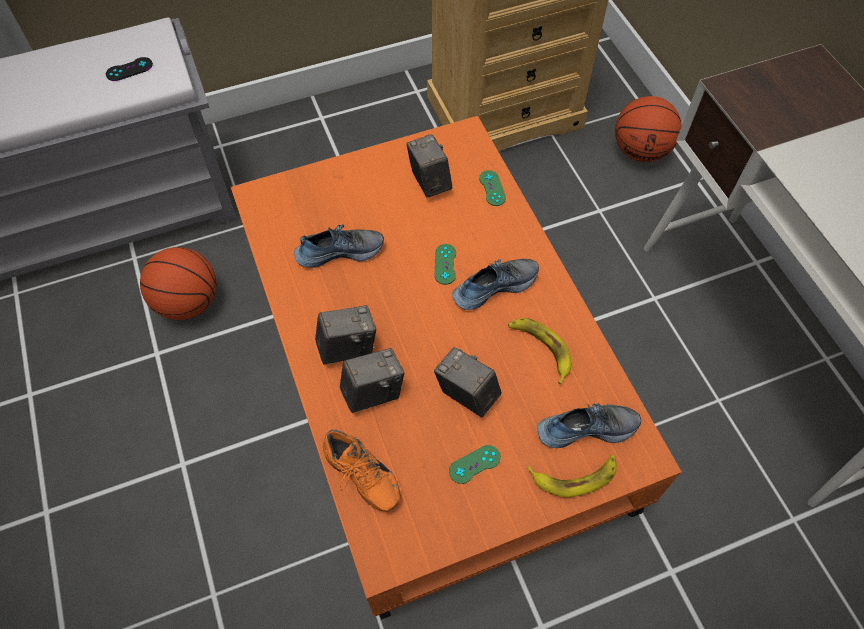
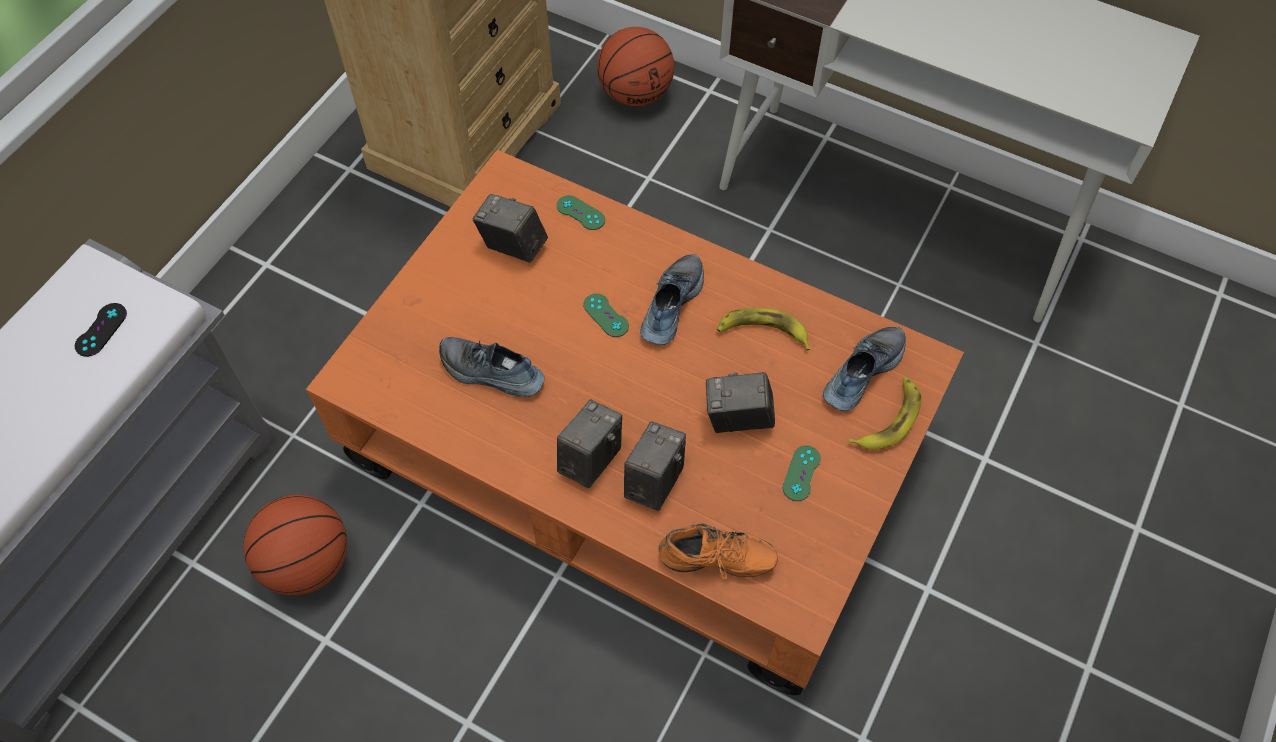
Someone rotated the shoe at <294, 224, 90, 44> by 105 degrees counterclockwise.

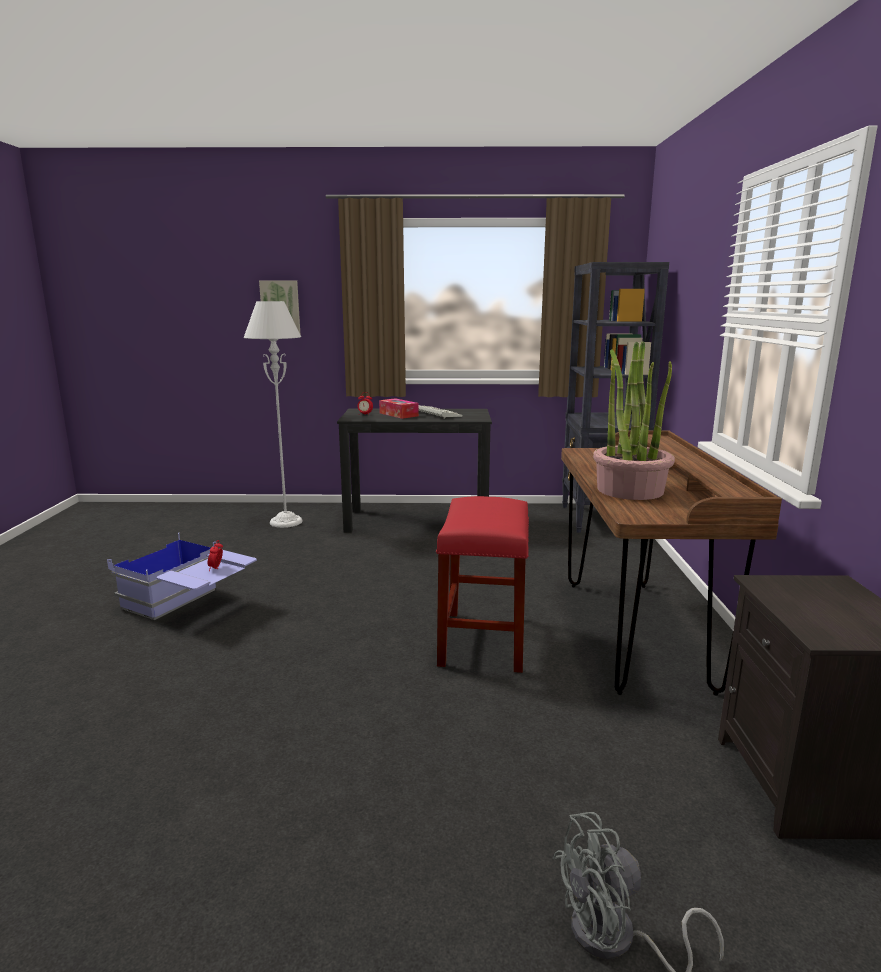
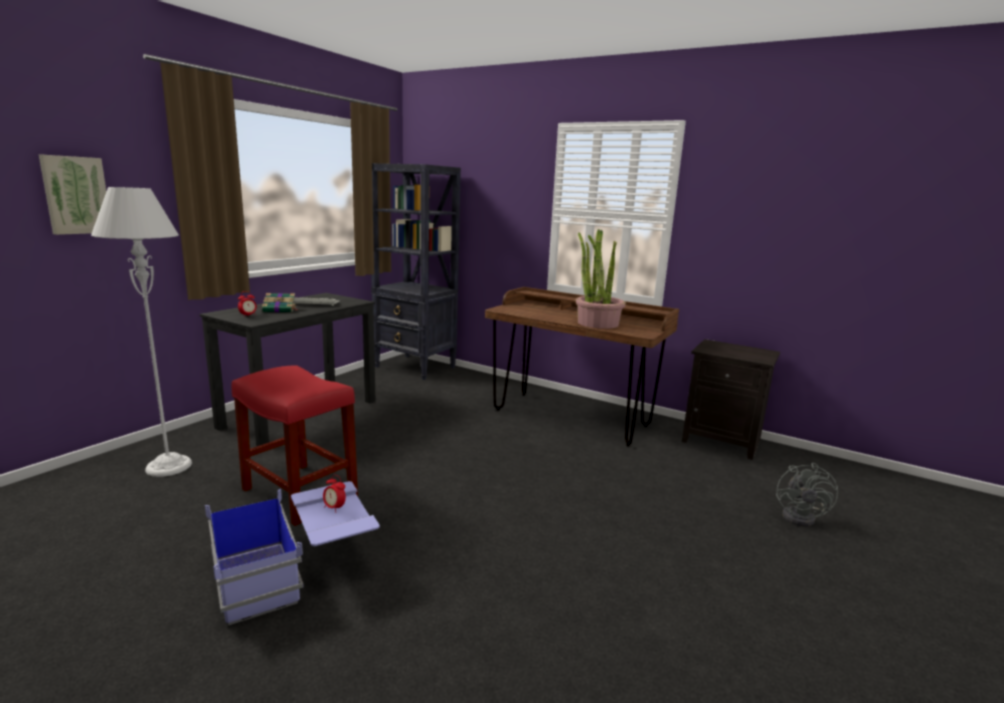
Someone swapped the tissue box at <379, 398, 40, 21> for the book at <262, 293, 37, 19>.
Someone carried the stool (red) from <436, 496, 93, 177> to <231, 365, 127, 161>.

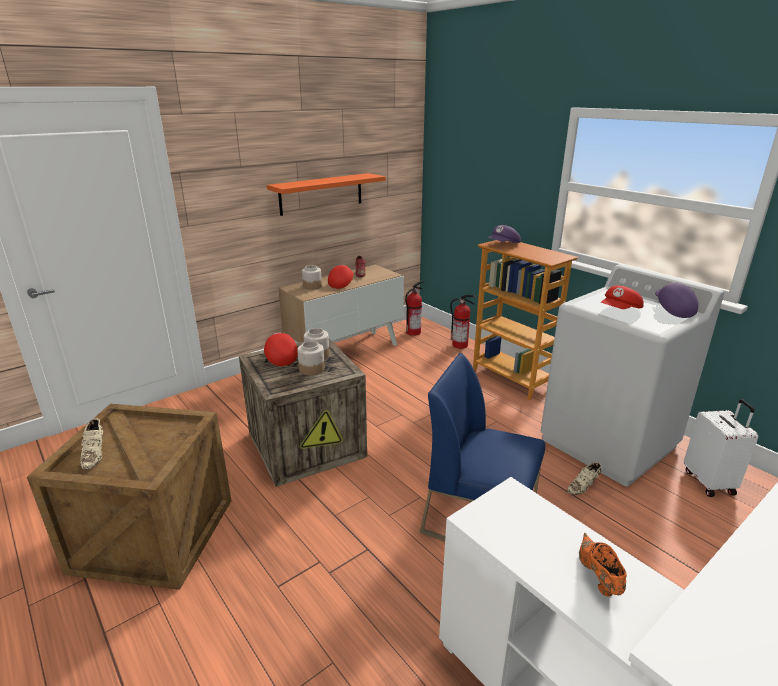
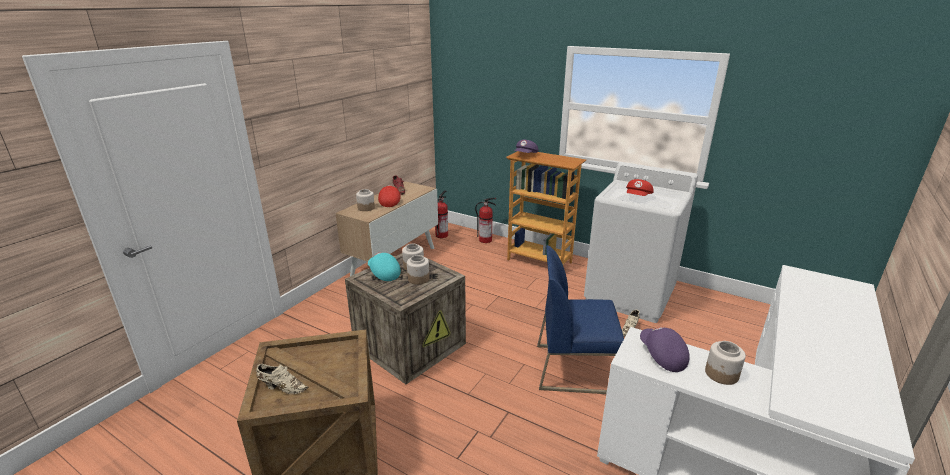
Someone took away the shelf (orange) at <267, 173, 119, 43>.
Someone carried the cap (purple) from <655, 282, 43, 36> to <640, 327, 50, 45>.
Someone repainted the cap (red) at <264, 332, 34, 34>, which became the cap (turquoise) at <368, 252, 33, 29>.
Someone took away the suitcase (white) at <684, 399, 74, 98>.
Someone rotated the shoe (beige) at <80, 418, 23, 52> by 45 degrees counterclockwise.
Someone swapped the shoe (orange) at <579, 533, 48, 64> for the jar at <705, 341, 41, 44>.

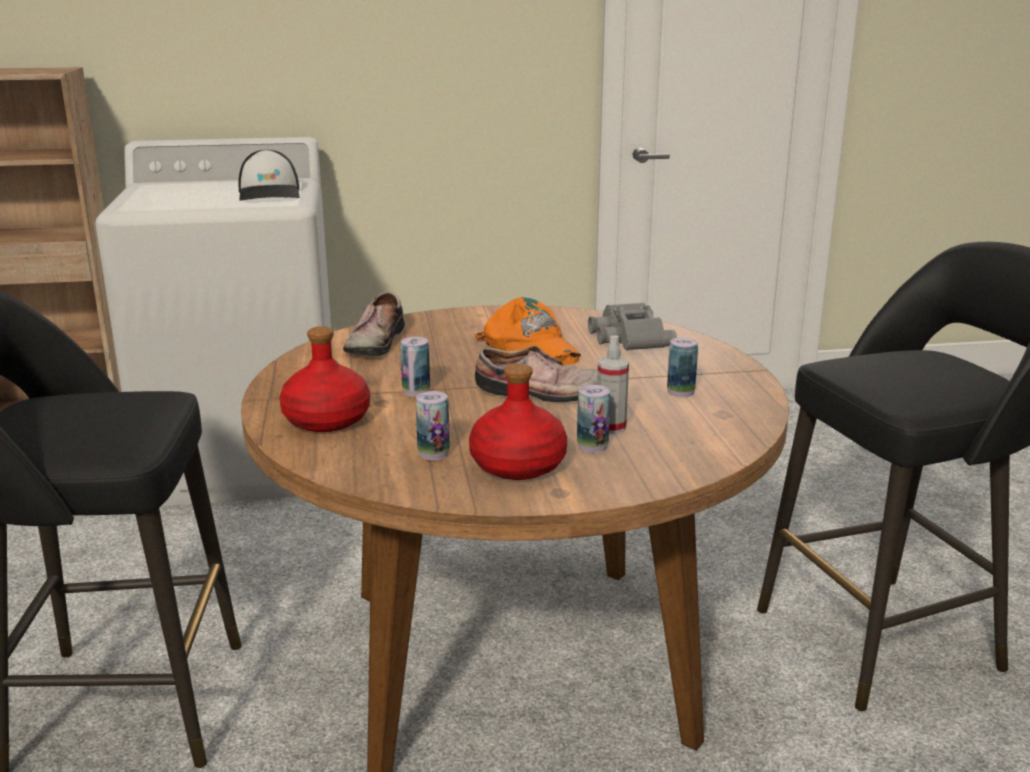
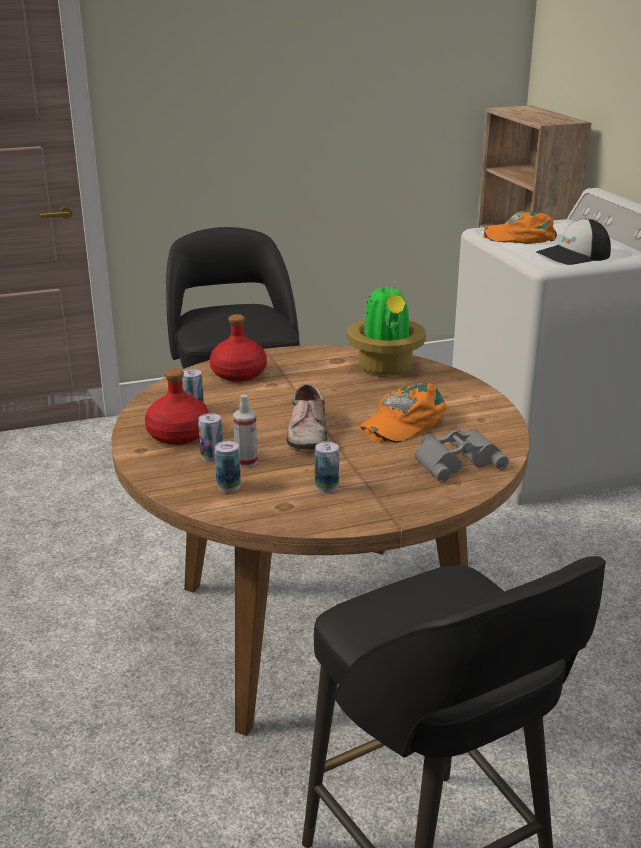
Someone swapped the shoe at <343, 292, 62, 64> for the potted plant at <347, 281, 79, 94>.
Someone carried the can from <400, 337, 30, 60> to <215, 441, 26, 52>.
Someone put down the cap (orange) at <483, 211, 74, 33>.

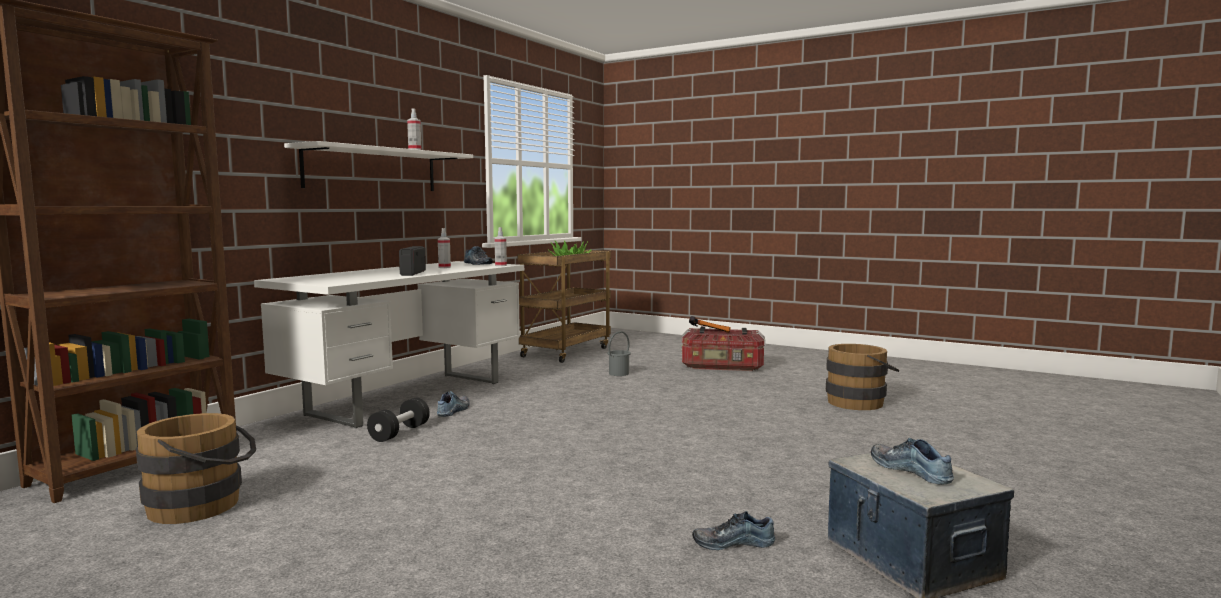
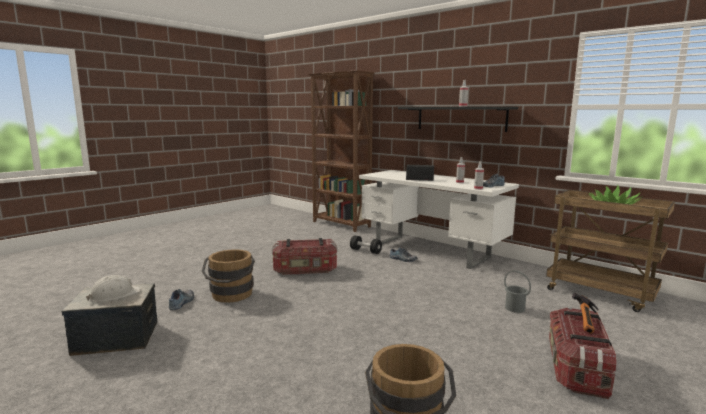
Someone repainted the shelf (white) at <284, 141, 189, 50>, which became the shelf (black) at <398, 106, 120, 26>.
Someone carried the bucket (brown) from <136, 413, 120, 111> to <202, 249, 53, 54>.
Someone swapped the shoe at <871, 438, 83, 47> for the hard hat (white) at <86, 275, 55, 27>.
Someone put down the storage box at <272, 238, 65, 37>.

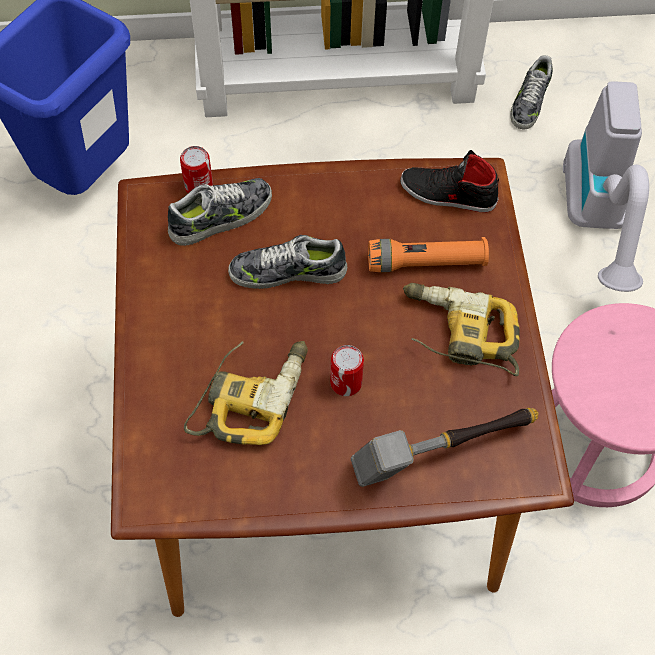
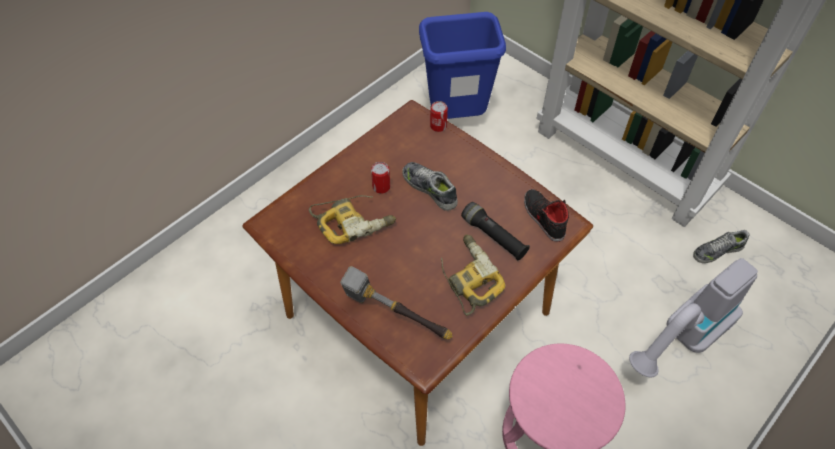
Someone took away the shoe at <168, 178, 104, 68>.
Someone repainted the flashlight (orange) at <368, 237, 121, 35>, which became the flashlight (black) at <461, 202, 69, 58>.
Someone carried the can from <330, 345, 34, 51> to <371, 162, 19, 32>.

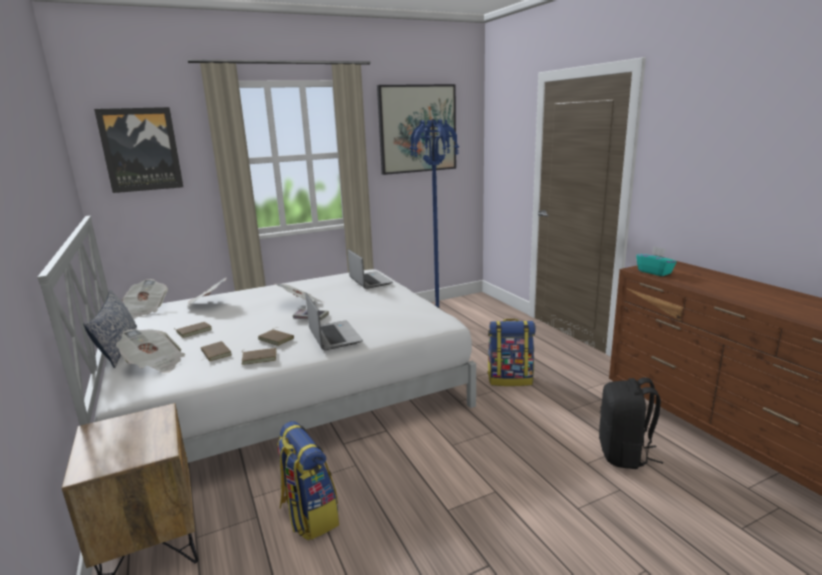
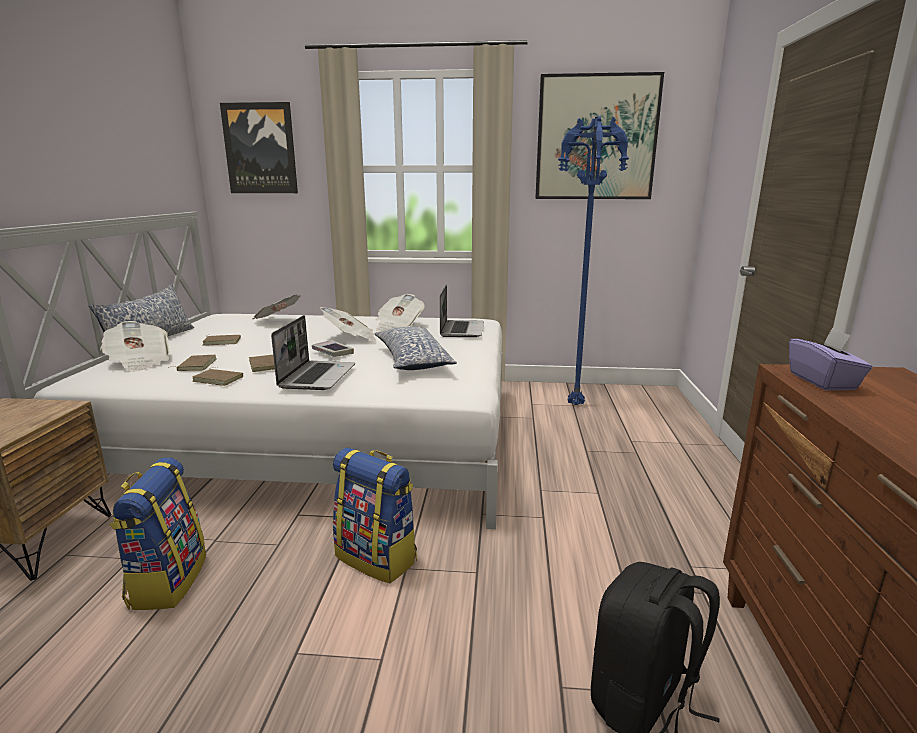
Someone repainted the tissue box (turquoise) at <636, 246, 41, 30>, which became the tissue box (purple) at <789, 328, 83, 63>.
Someone carried the newspaper from <122, 279, 46, 39> to <376, 294, 49, 38>.
Someone carried the backpack from <487, 319, 49, 67> to <333, 448, 84, 135>.
Someone put down the pillow at <374, 327, 83, 43>.

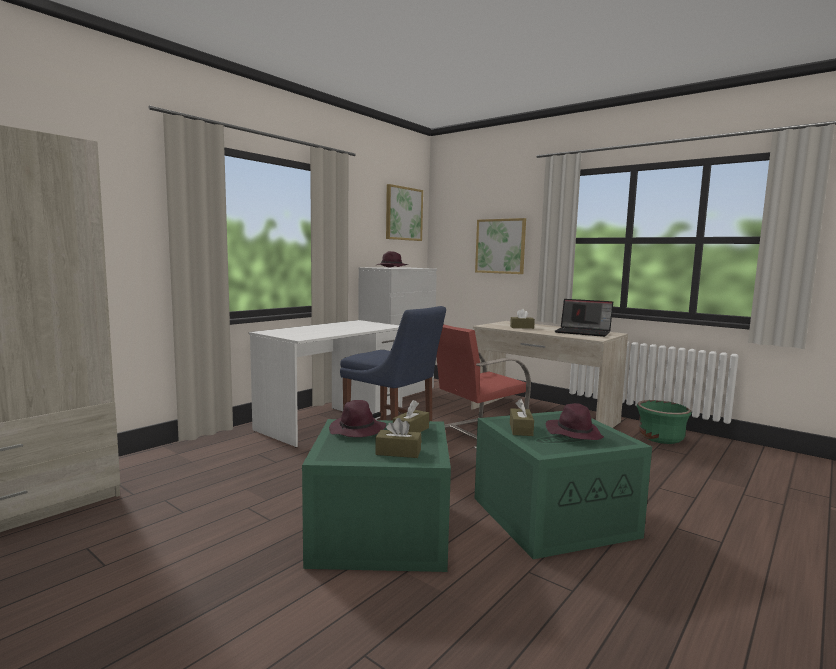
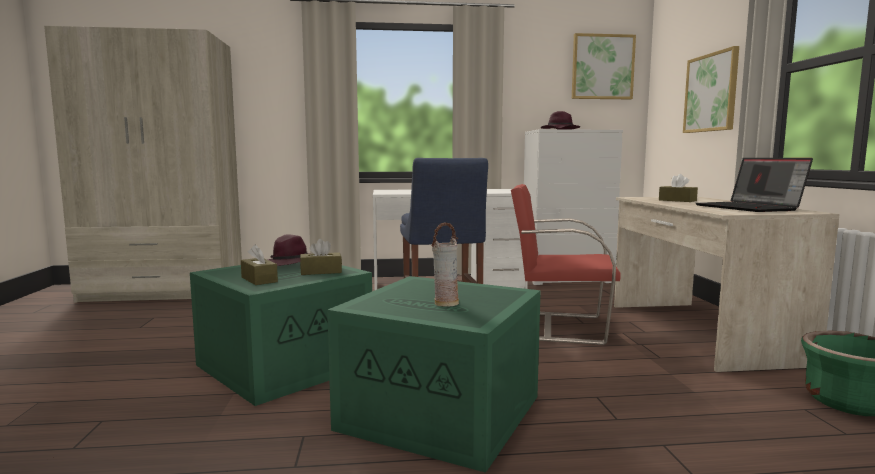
Someone took away the tissue box (brown) at <510, 399, 24, 37>.
Someone swapped the hat (purple) at <546, 403, 58, 37> for the vase at <432, 222, 27, 85>.

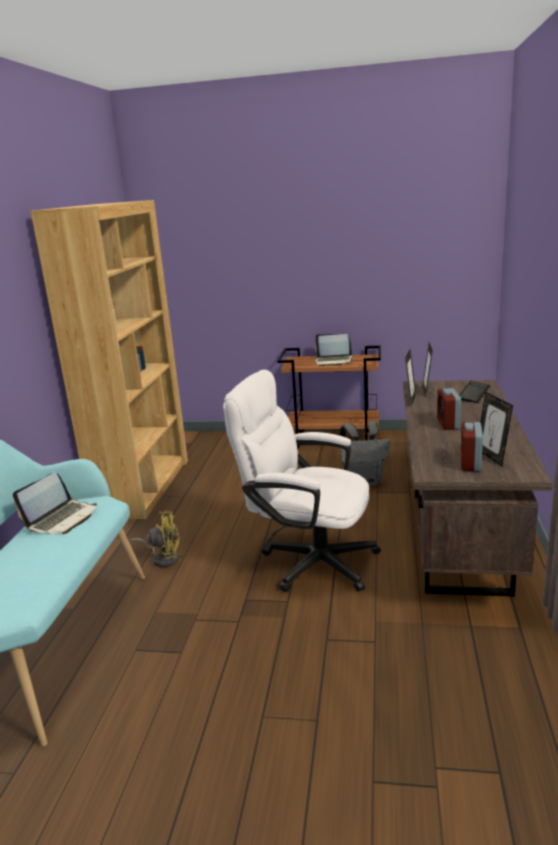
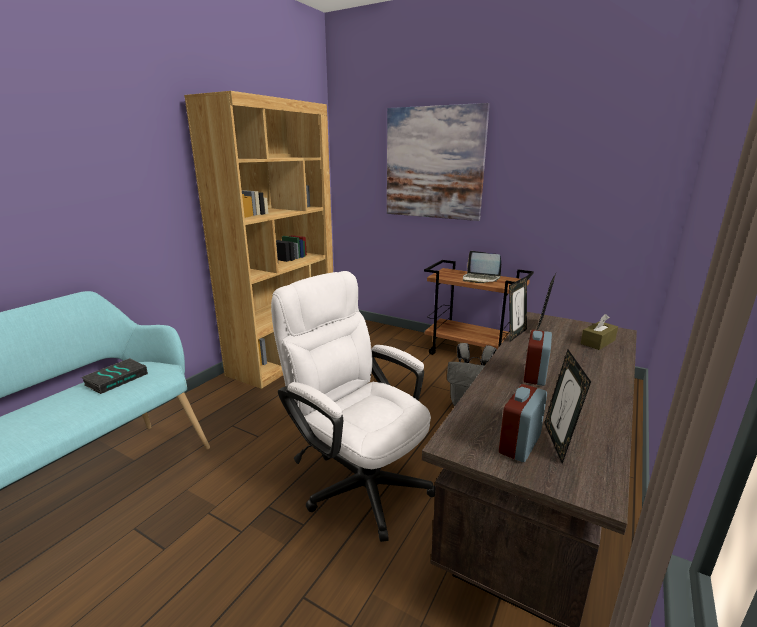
Someone swapped the keyboard at <459, 381, 31, 22> for the tissue box (brown) at <580, 314, 38, 36>.
Someone swapped the laptop at <13, 472, 84, 63> for the book at <81, 358, 67, 36>.
Someone took away the fan (yellow) at <129, 510, 51, 58>.
Someone put up the picture at <387, 103, 103, 118>.

